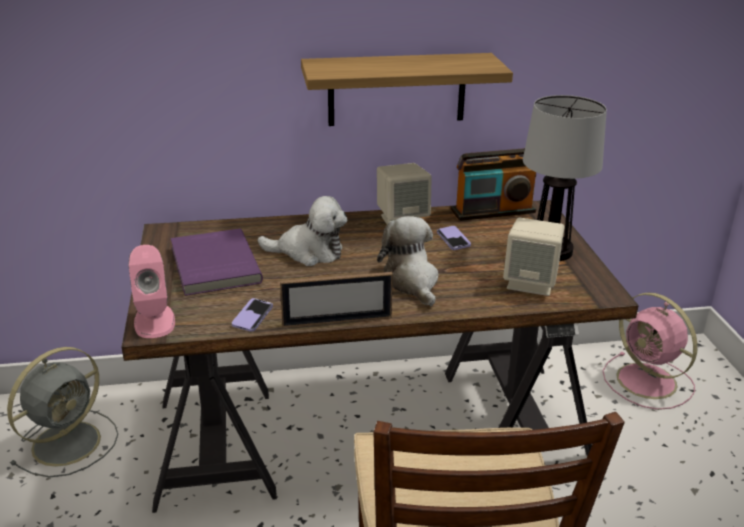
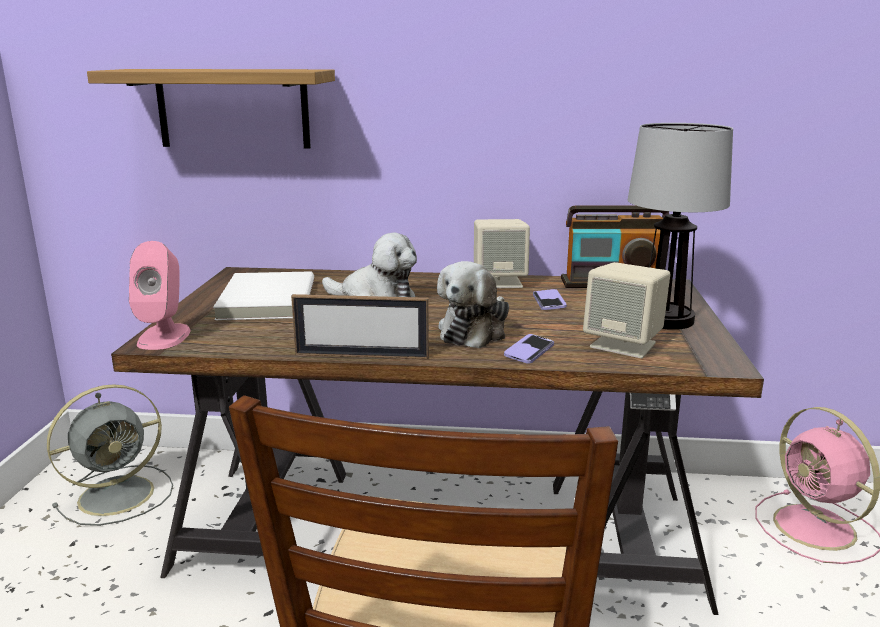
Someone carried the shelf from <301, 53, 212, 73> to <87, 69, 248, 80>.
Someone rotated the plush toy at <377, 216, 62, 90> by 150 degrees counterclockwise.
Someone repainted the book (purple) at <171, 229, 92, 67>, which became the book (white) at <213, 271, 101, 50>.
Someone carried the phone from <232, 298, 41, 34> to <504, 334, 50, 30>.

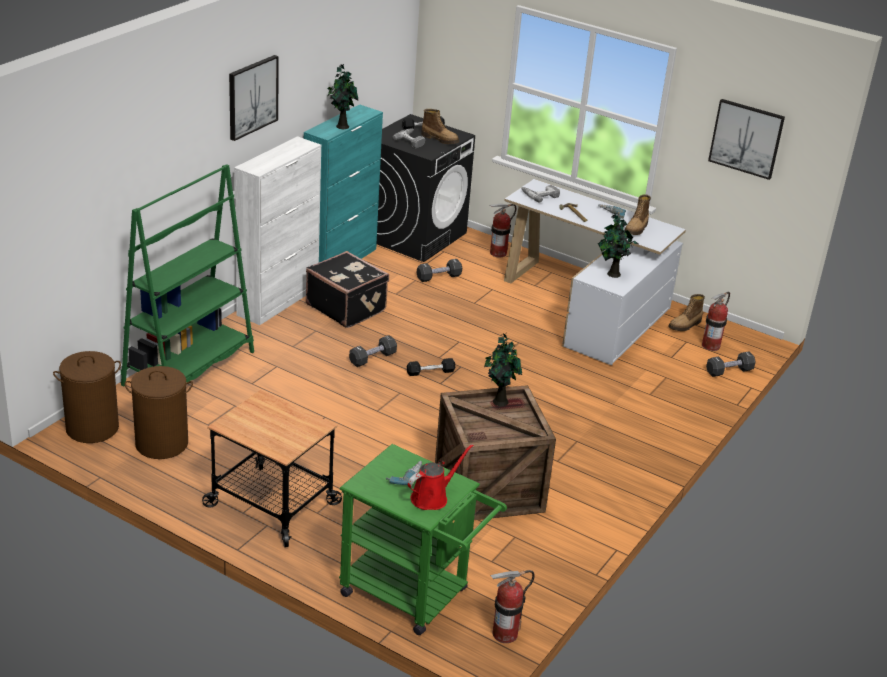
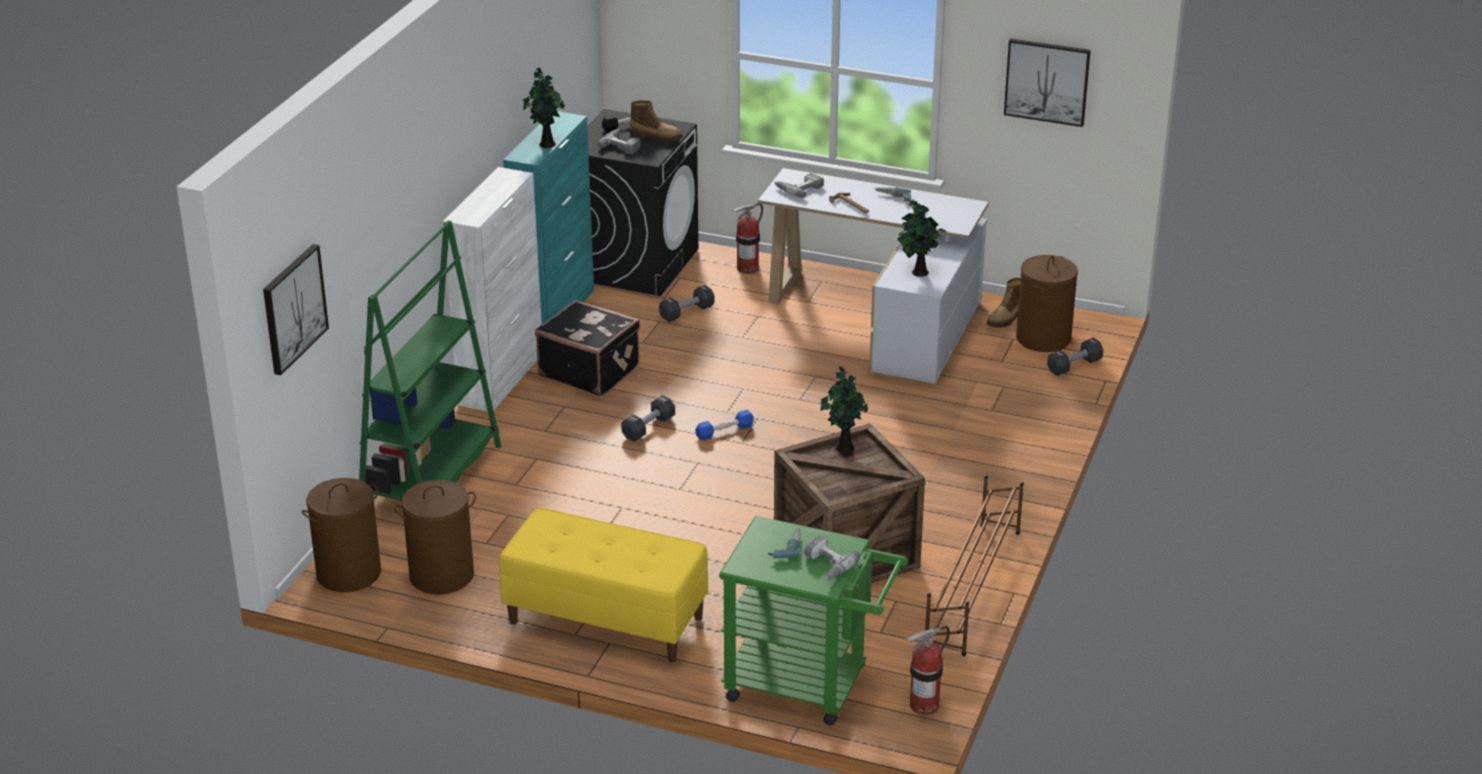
Someone carried the picture from <229, 55, 50, 86> to <263, 244, 66, 131>.
Someone took away the boot at <624, 194, 27, 41>.
Someone swapped the fire extinguisher at <702, 292, 28, 59> for the laundry basket (brown) at <1016, 255, 62, 97>.
Someone repainted the dumbbell (black) at <407, 358, 48, 18>, which became the dumbbell (blue) at <695, 410, 59, 31>.
Someone swapped the cart at <202, 390, 140, 157> for the bench (yellow) at <499, 508, 209, 154>.
Someone swapped the watering can (red) at <408, 444, 66, 66> for the power drill at <804, 535, 56, 45>.
Someone put down the shoe rack (brown) at <925, 475, 99, 181>.

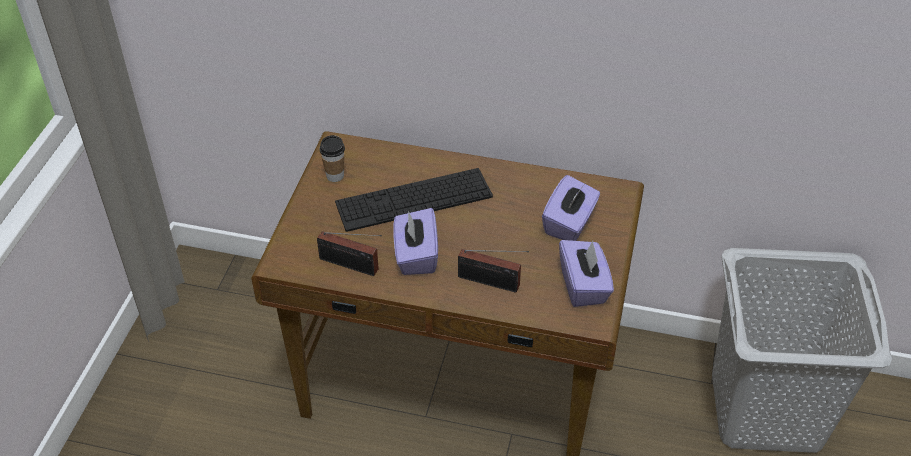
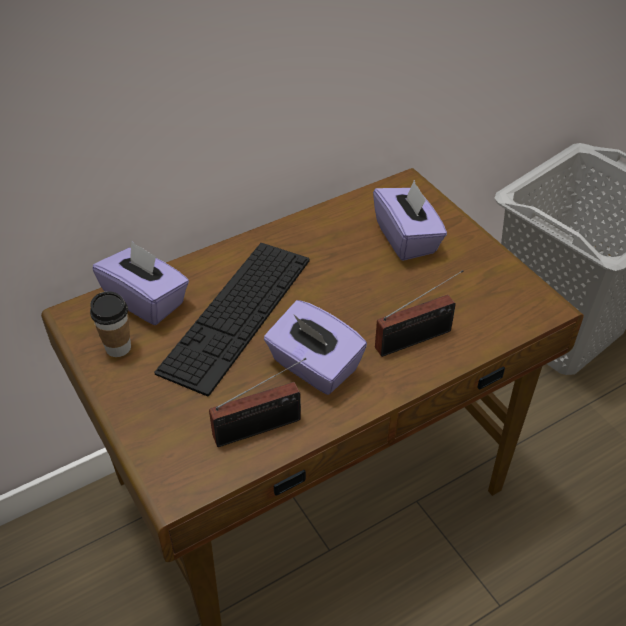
Someone carried the tissue box (purple) from <559, 240, 55, 67> to <92, 240, 97, 85>.

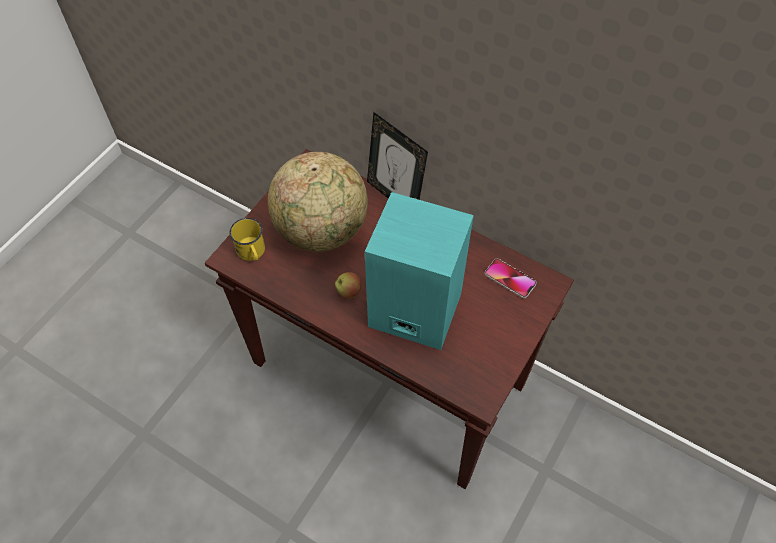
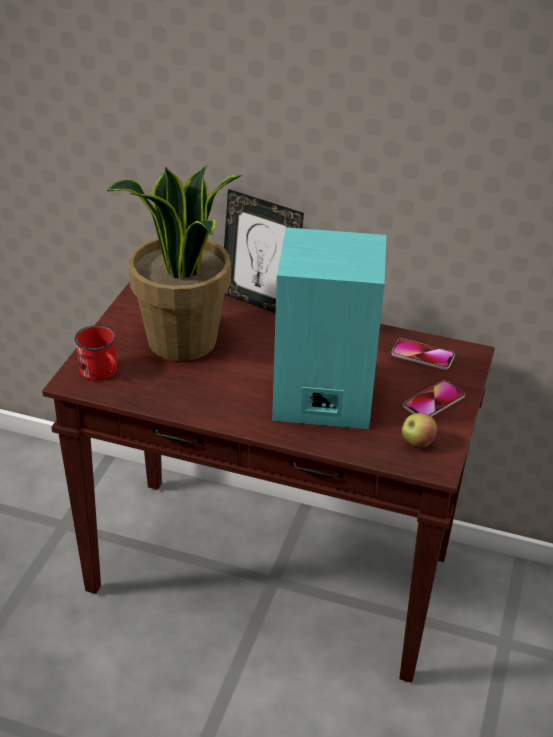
Someone swapped the globe at <268, 152, 100, 100> for the potted plant at <106, 165, 136, 196>.
Someone repainted the mug (yellow) at <230, 218, 35, 43>, which became the mug (red) at <74, 325, 43, 56>.
Someone carried the apple from <335, 272, 26, 27> to <402, 413, 35, 35>.
Someone put down the phone at <403, 381, 62, 36>.

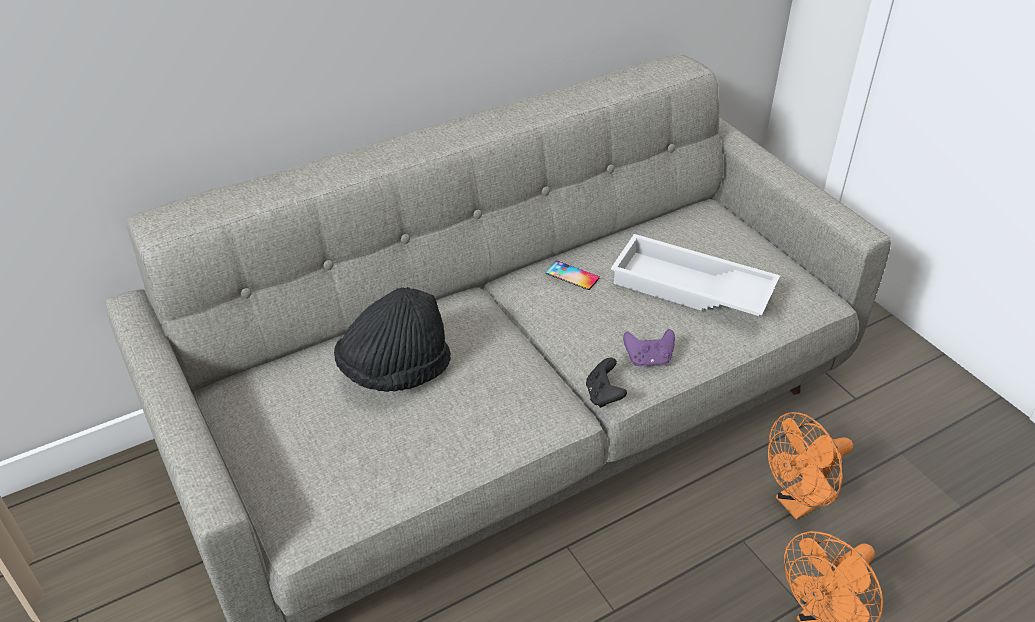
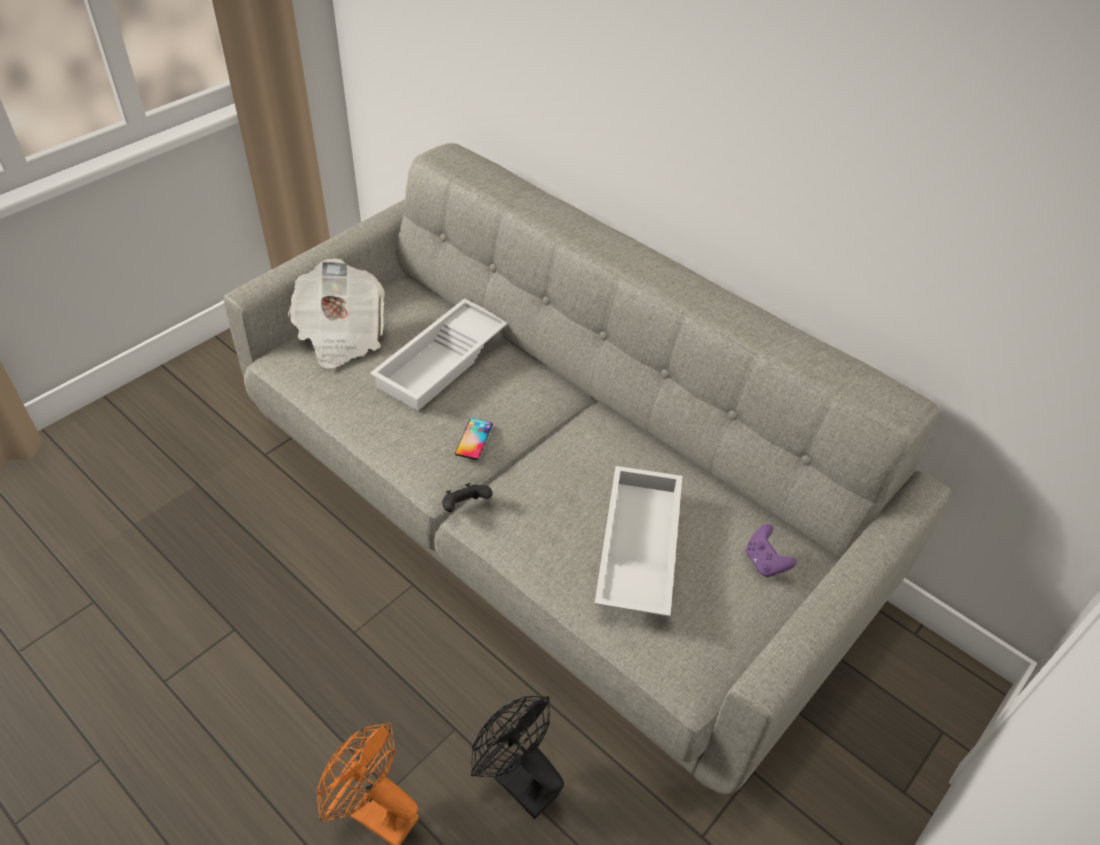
Someone carried the phone from <546, 261, 54, 29> to <455, 418, 38, 42>.
Someone swapped the hat (black) at <334, 287, 117, 105> for the tray (white) at <370, 298, 137, 113>.
Someone carried the game controller (purple) from <623, 329, 52, 37> to <746, 524, 51, 53>.
Someone repainted the fan (orange) at <768, 412, 85, 108>, which became the fan (black) at <471, 696, 93, 123>.
Someone put down the newspaper at <288, 258, 97, 111>.

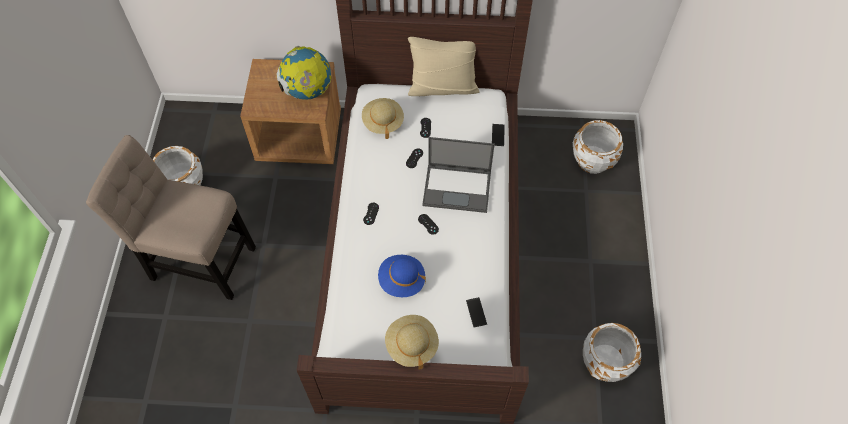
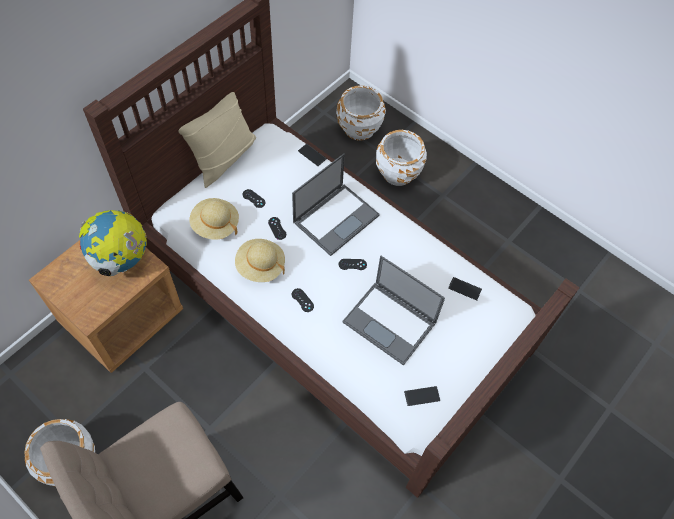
Someone swapped the hat (blue) at <378, 255, 48, 42> for the laptop at <342, 256, 103, 110>.
Someone carried the hat (beige) from <385, 315, 54, 54> to <235, 239, 50, 43>.
Someone carried the planter (white) from <583, 323, 58, 59> to <376, 130, 51, 56>.
Someone put down the phone at <404, 386, 36, 20>.

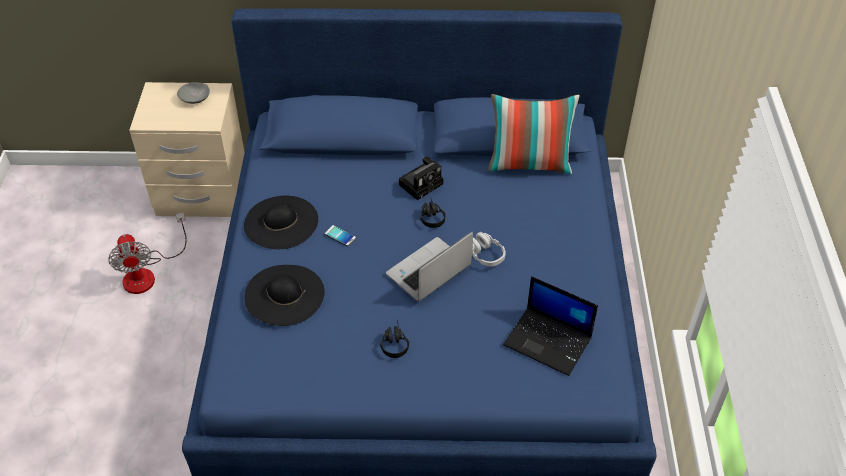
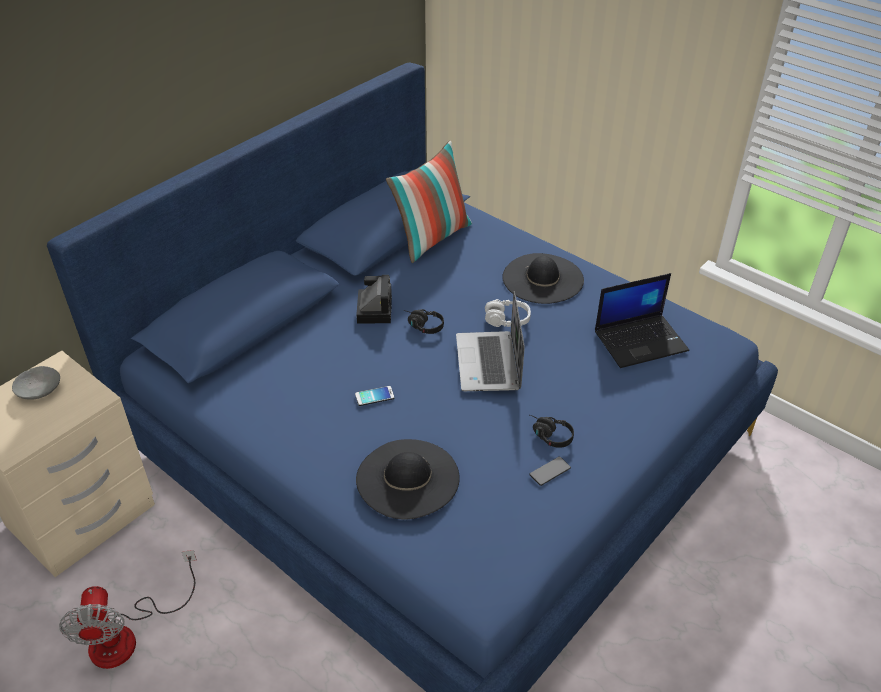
Someone carried the hat (black) from <244, 196, 74, 53> to <502, 253, 82, 51>.
Someone rotated the fan at <108, 212, 79, 82> by 60 degrees clockwise.
Someone put down the phone at <529, 457, 42, 29>.

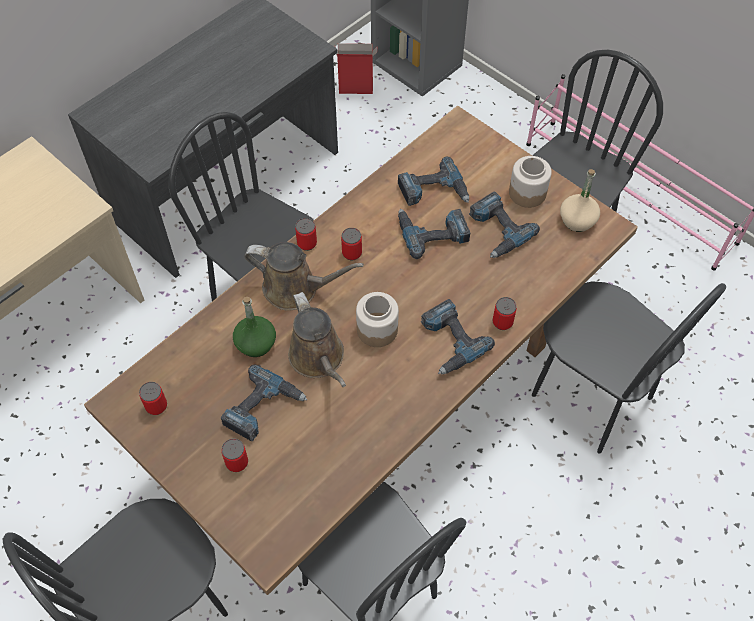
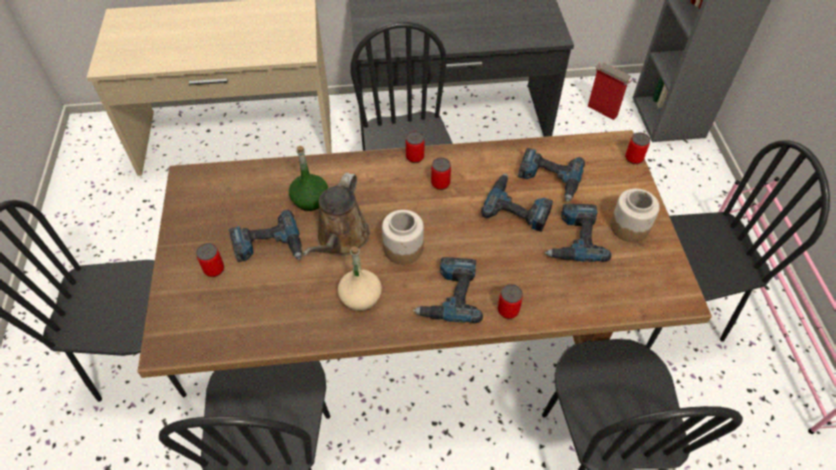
Someone carried the bottle (beige) from <560, 169, 40, 63> to <338, 246, 44, 65>.
Someone took away the watering can (brown) at <244, 242, 120, 69>.
Someone carried the can from <139, 382, 28, 33> to <625, 132, 25, 32>.

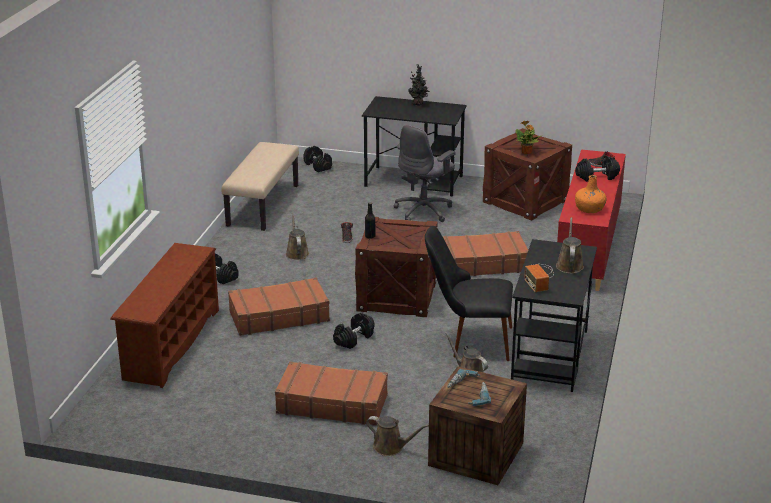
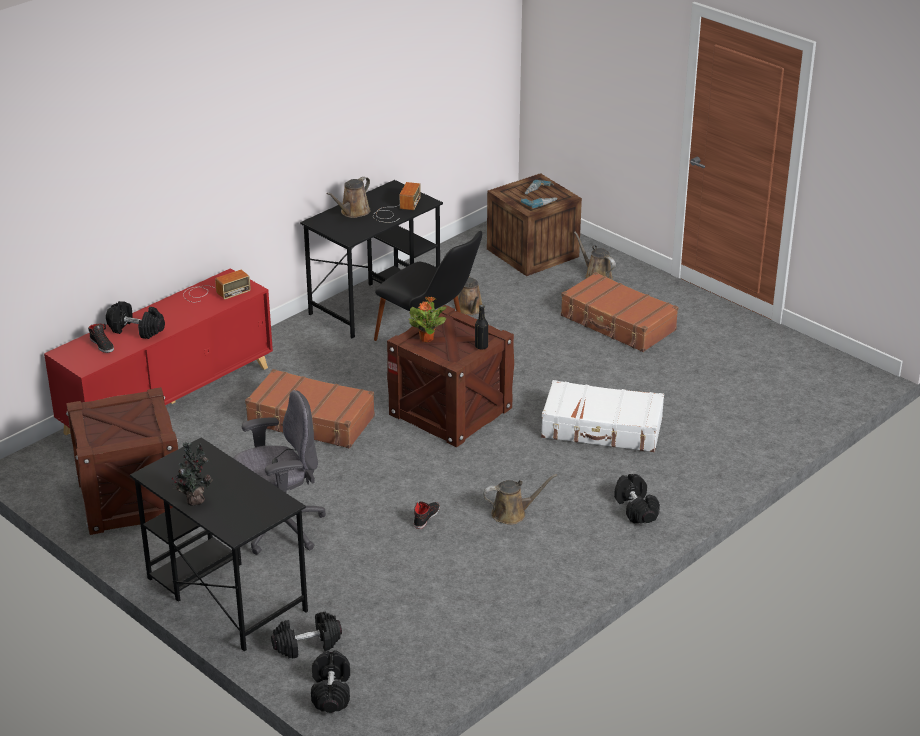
Someone carried the potted plant from <515, 121, 26, 33> to <409, 296, 38, 46>.
Someone took away the bench (beige) at <221, 142, 78, 89>.
Someone swapped the bottle (orange) at <575, 175, 32, 38> for the radio at <183, 270, 68, 32>.
Someone rotated the watering can (brown) at <286, 213, 23, 47> by 120 degrees counterclockwise.
Someone took away the shoe rack (brown) at <110, 243, 109, 145>.
Someone repainted the suitcase (brown) at <228, 277, 102, 59>, which became the suitcase (white) at <541, 380, 123, 72>.
Someone carried the dumbbell (black) from <333, 313, 41, 36> to <271, 612, 71, 47>.

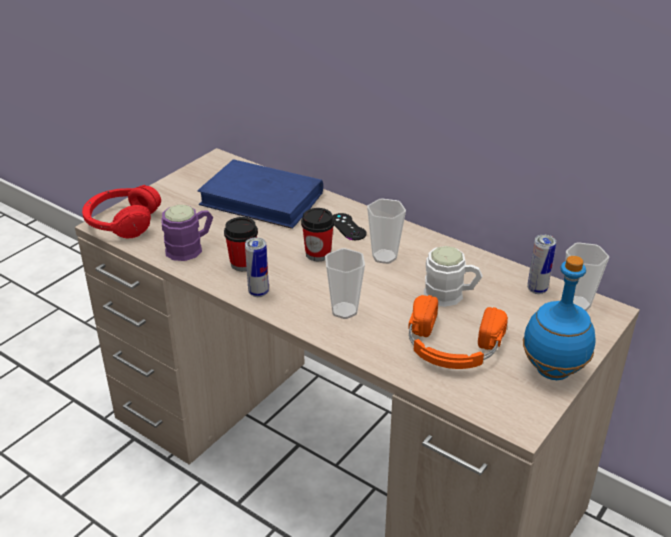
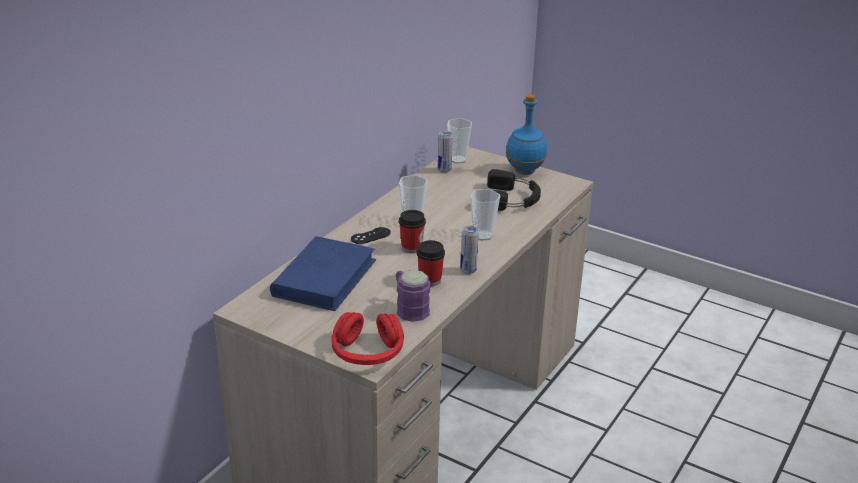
Someone took away the mug (white) at <424, 246, 59, 61>.
Someone repainted the headphones (orange) at <408, 295, 100, 74>, which became the headphones (black) at <487, 169, 54, 42>.

